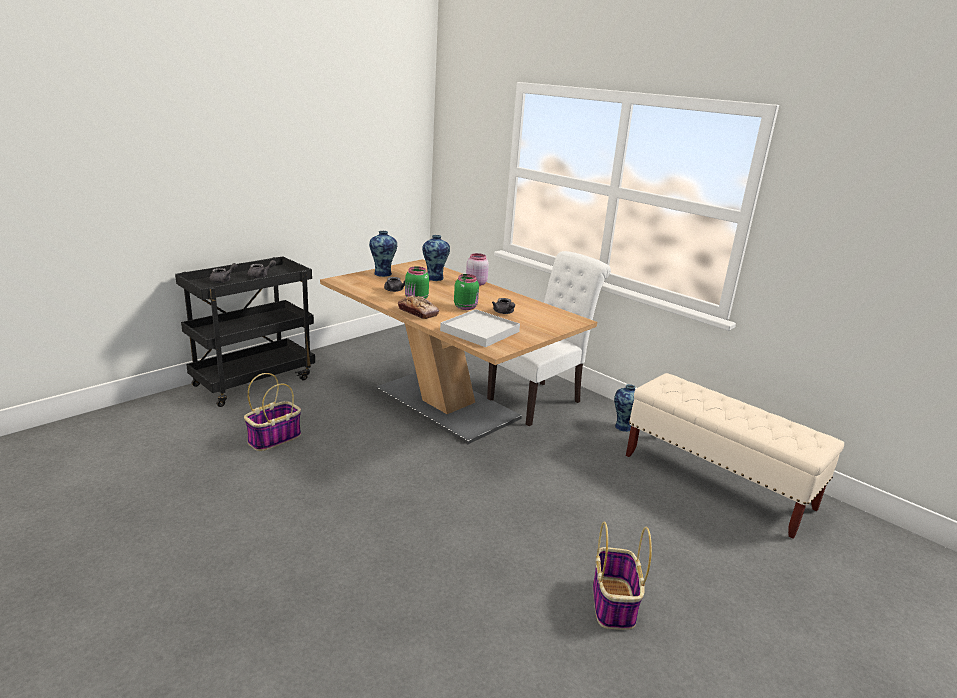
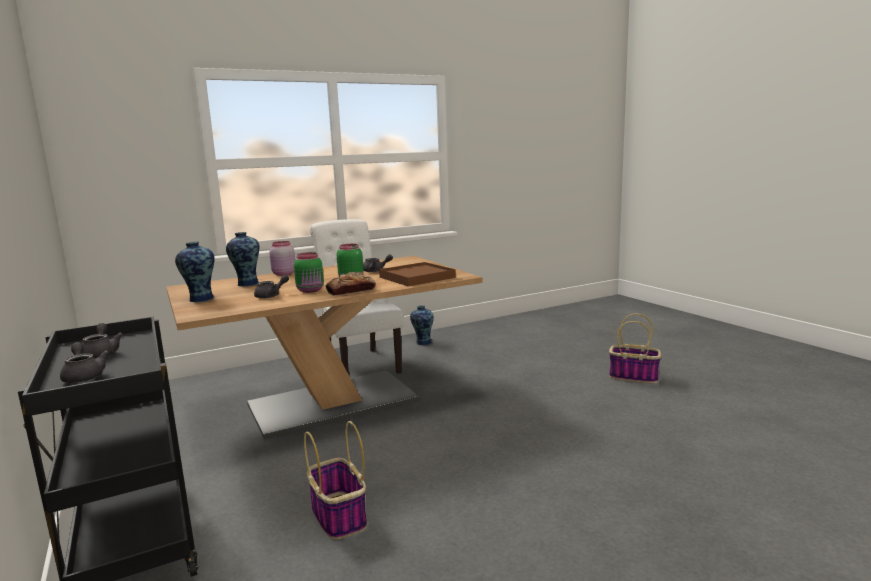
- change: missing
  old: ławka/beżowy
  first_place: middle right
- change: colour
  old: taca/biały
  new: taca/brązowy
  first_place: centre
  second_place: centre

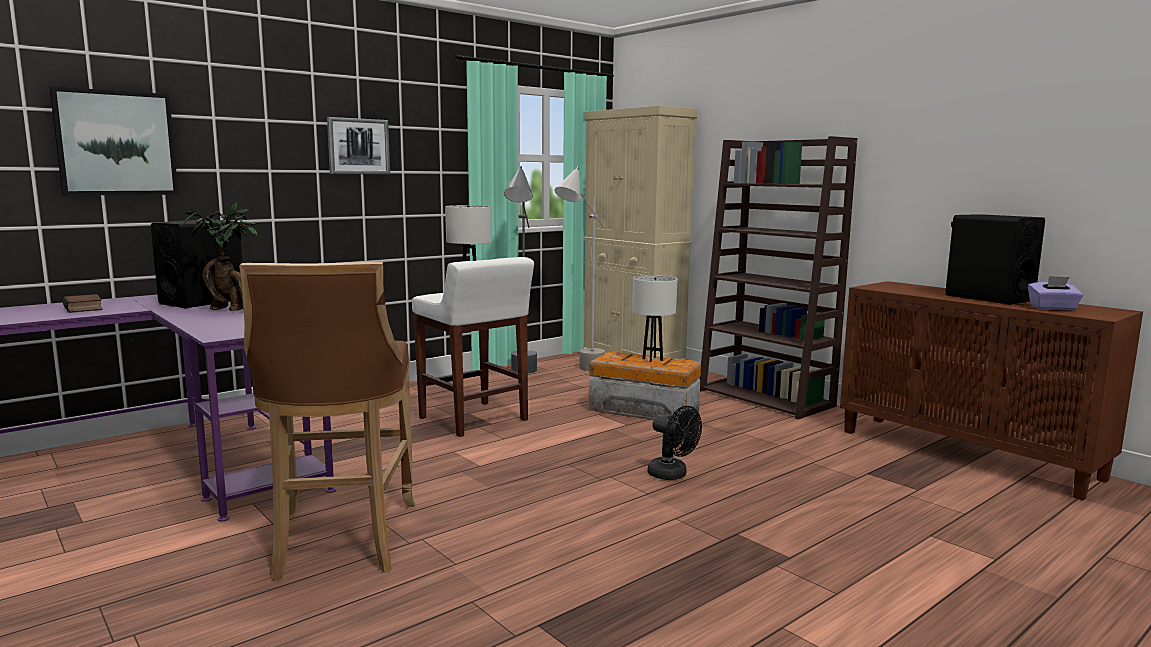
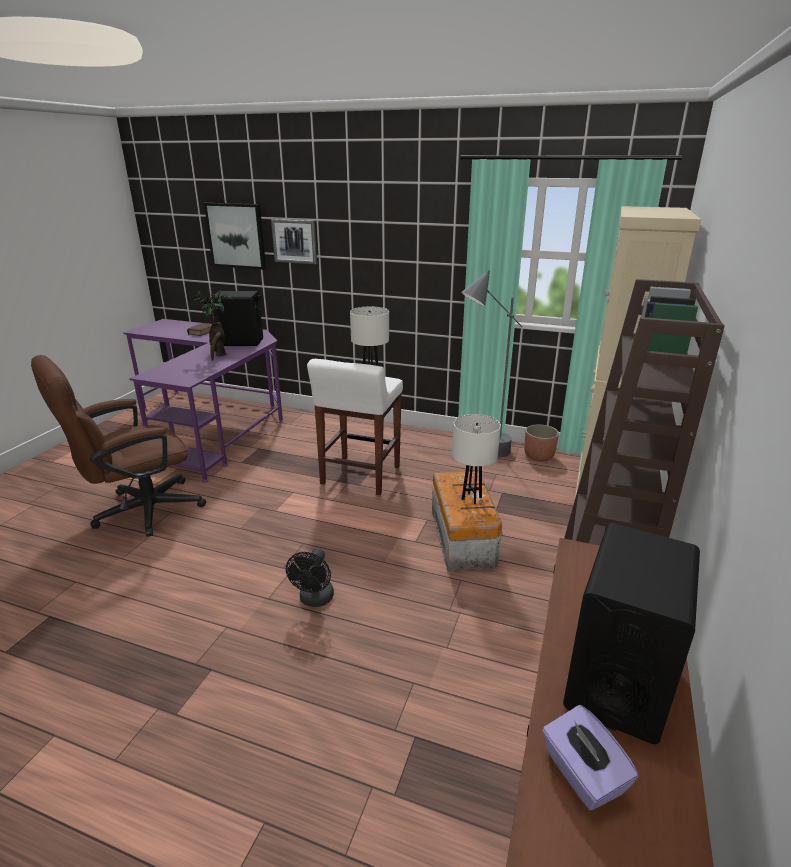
- change: missing
  old: lampa stojąca/szary (no. 2 from left)
  first_place: centre
- change: appeared
  new: donica
  second_place: middle right
- change: relocated
  old: obraz (no. 2 from left)
  first_place: top left
  second_place: top centre
- change: exchanged
  old: stołek/brązowy
  new: krzesło biurowe/brązowy
  first_place: middle left
  second_place: middle left

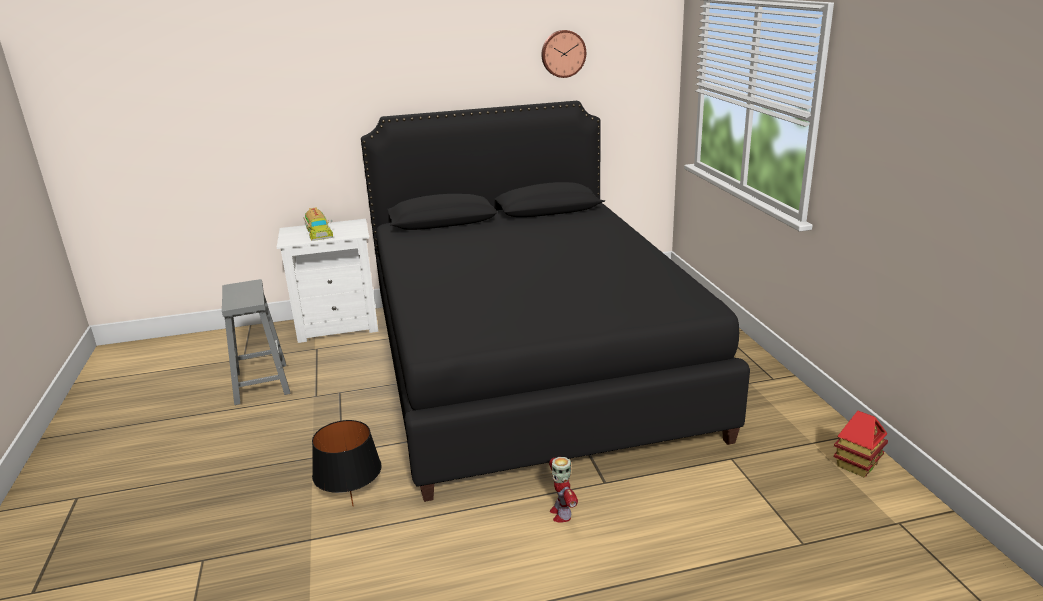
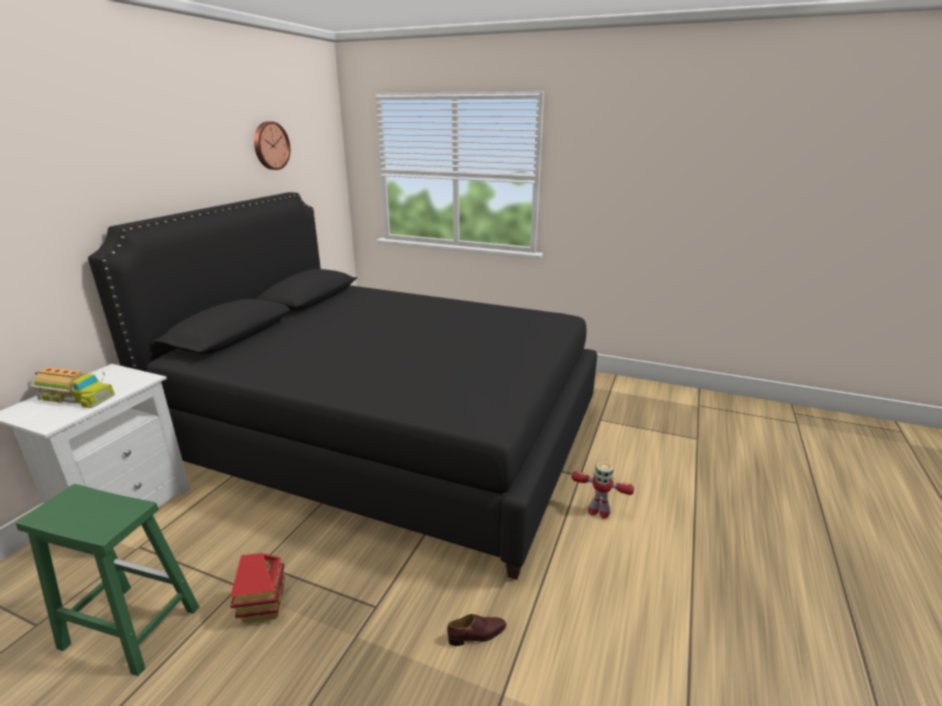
- change: relocated
  old: domek
  first_place: bottom right
  second_place: bottom left
- change: exchanged
  old: lampa stołowa/czarny
  new: but/brązowy
  first_place: bottom left
  second_place: bottom centre
- change: colour
  old: stołek/szary
  new: stołek/zielony
  first_place: middle left
  second_place: bottom left

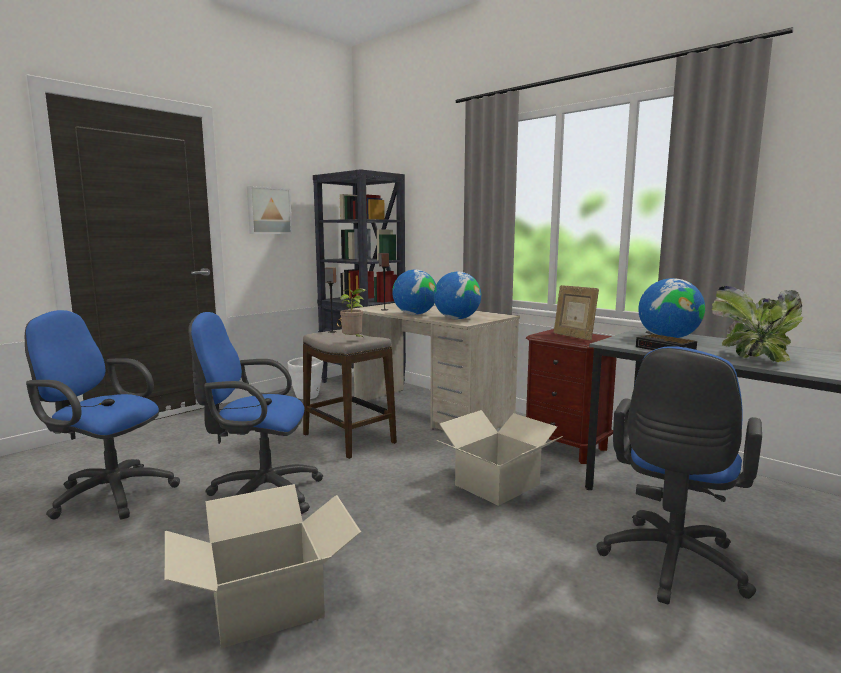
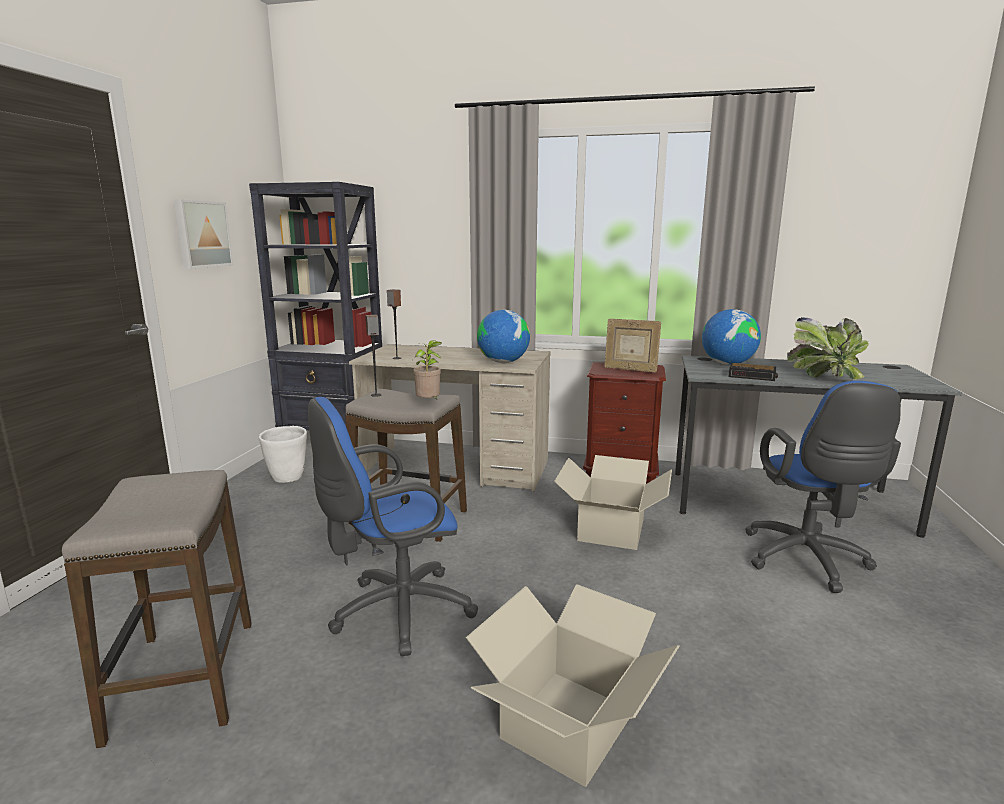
- change: missing
  old: globus (no. 1 from left)
  first_place: centre
- change: exchanged
  old: krzesło biurowe/niebieski (no. 1 from left)
  new: stołek (no. 1 from left)
  first_place: middle left
  second_place: bottom left

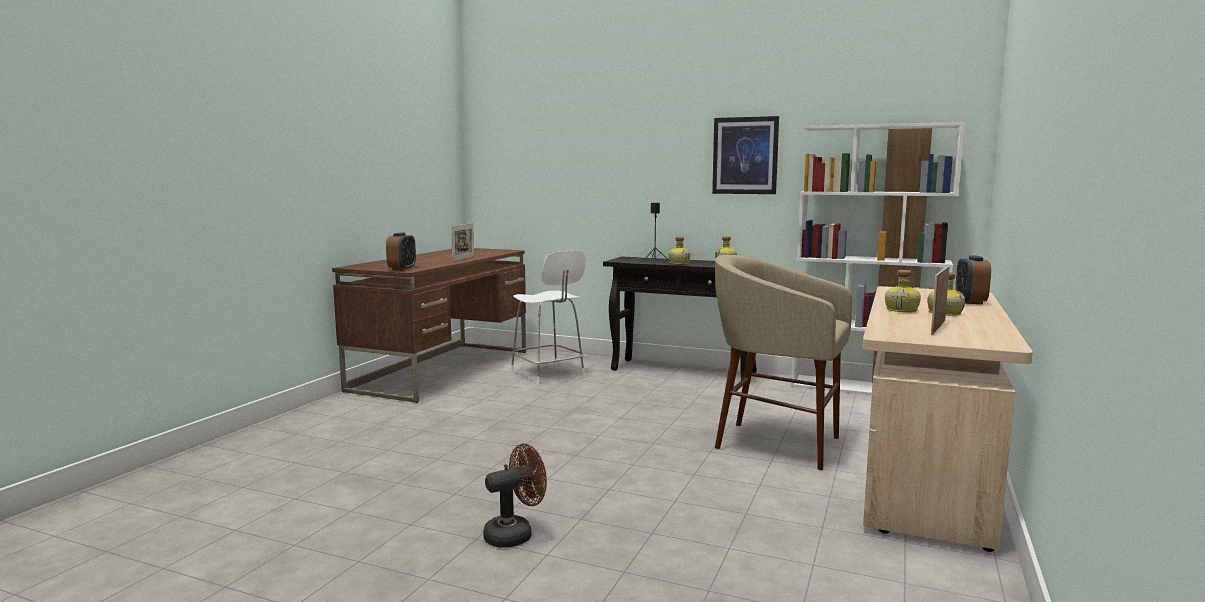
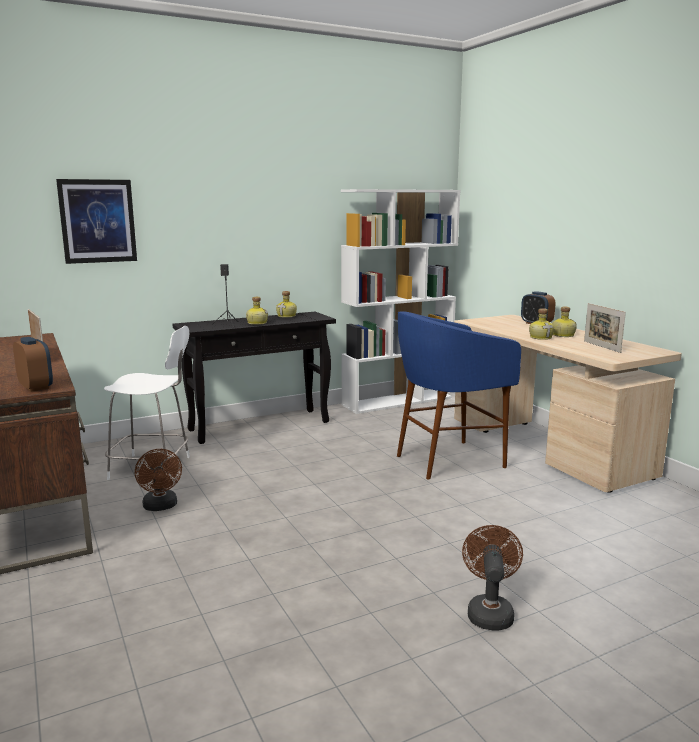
- change: appeared
  new: wentylator/brązowy (no. 1 from left)
  second_place: middle left
- change: relocated
  old: obraz
  first_place: top centre
  second_place: top left
- change: colour
  old: stołek/beżowy
  new: stołek/niebieski
  first_place: centre
  second_place: centre

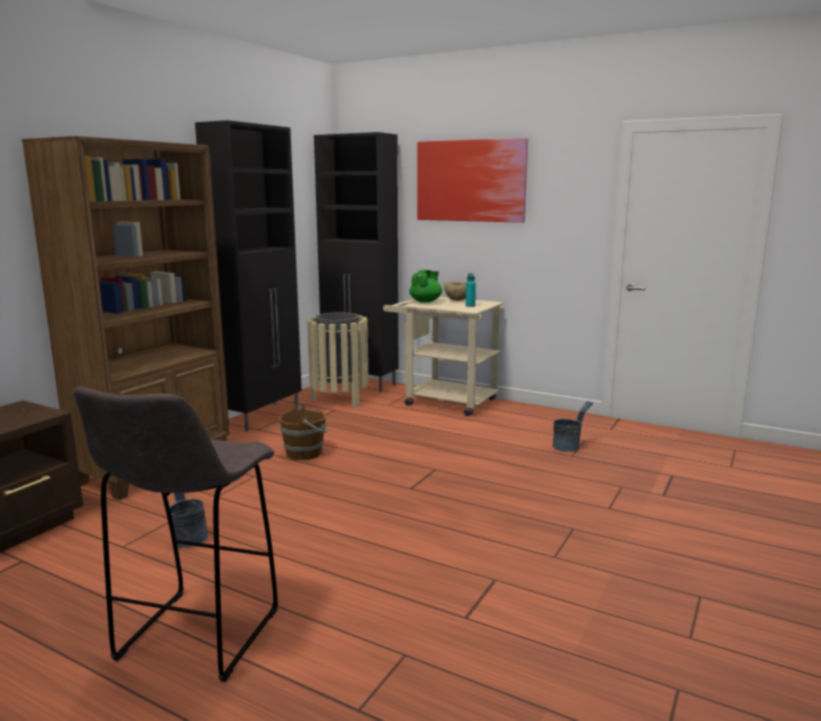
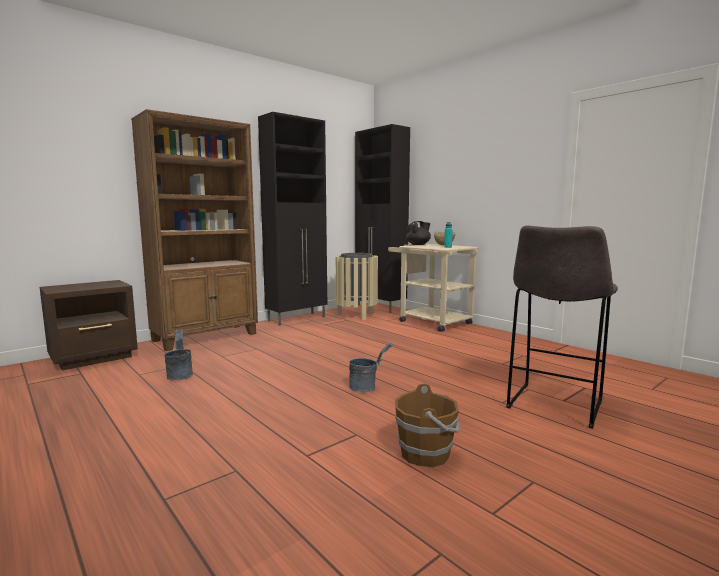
- change: missing
  old: obraz
  first_place: top centre
- change: relocated
  old: stołek/szary
  first_place: bottom left
  second_place: middle right
- change: relocated
  old: wiadro/brązowy
  first_place: centre
  second_place: bottom centre
- change: relocated
  old: wiadro/szary (no. 2 from left)
  first_place: middle right
  second_place: centre
- change: colour
  old: imbryk/zielony
  new: imbryk/czarny
  first_place: centre
  second_place: centre

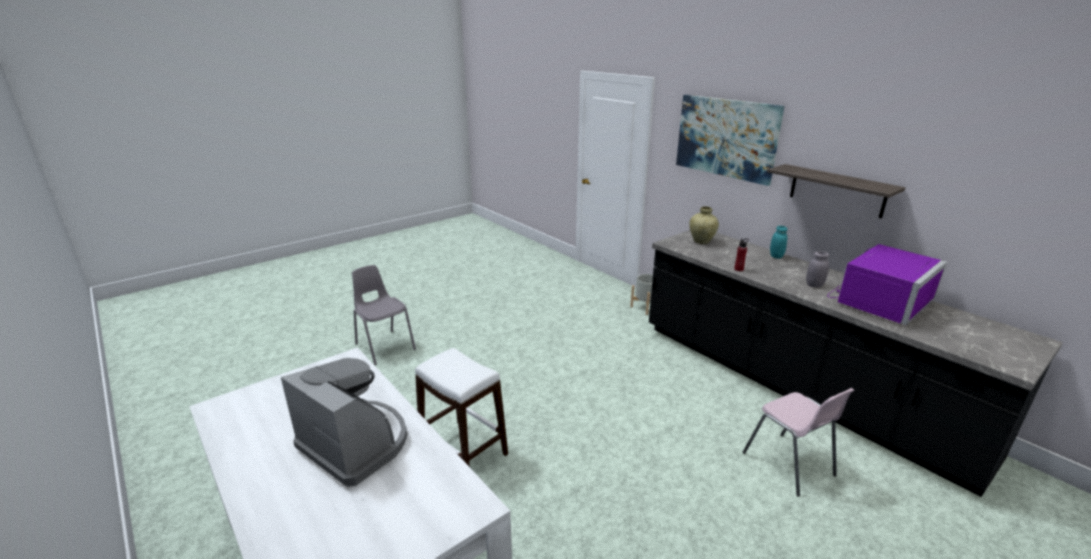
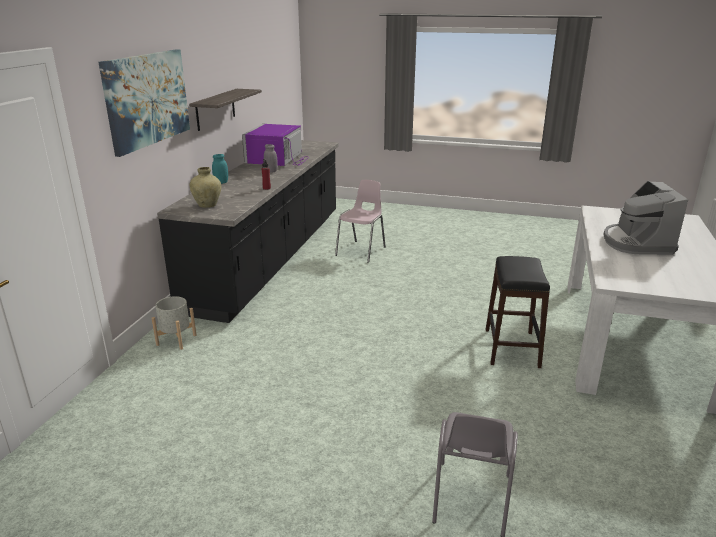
- change: colour
  old: stołek/biały
  new: stołek/czarny
  first_place: bottom centre
  second_place: middle right
- change: spun
  old: mikrofalówka/fioletowy
  first_place: middle right
  second_place: top centre
  degrees: -90

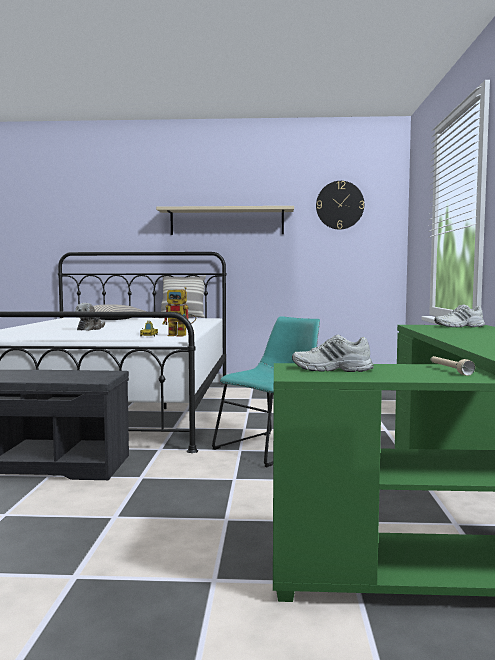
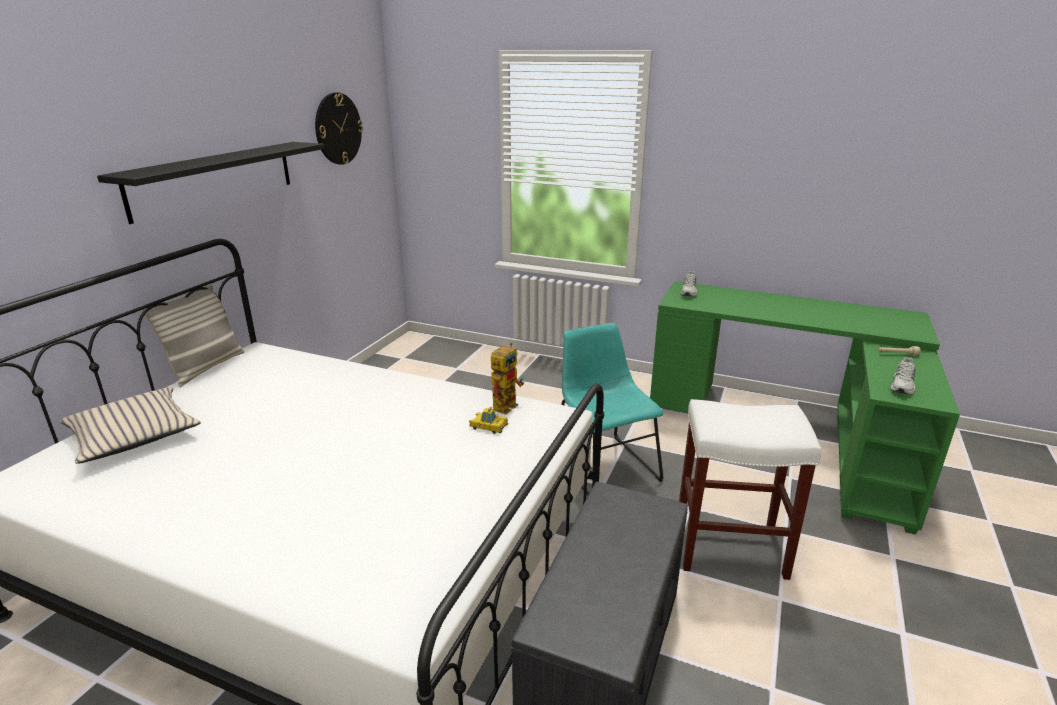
- change: missing
  old: pluszak
  first_place: middle left
- change: appeared
  new: stołek/biały
  second_place: bottom right
- change: colour
  old: półka/beżowy
  new: półka/czarny
  first_place: centre
  second_place: top left

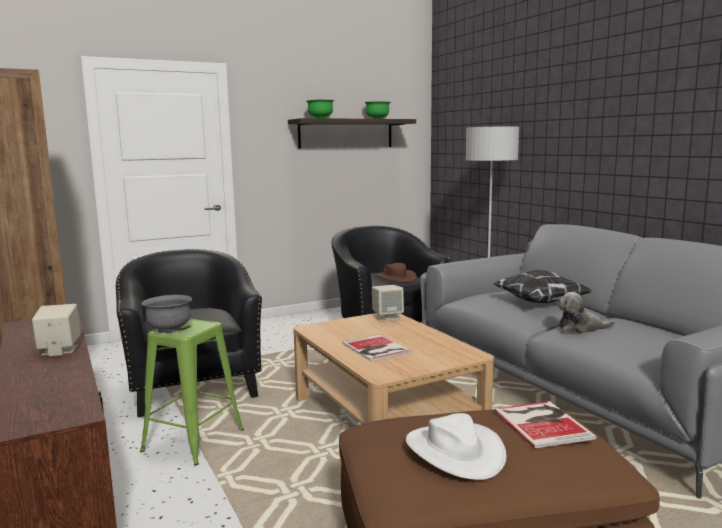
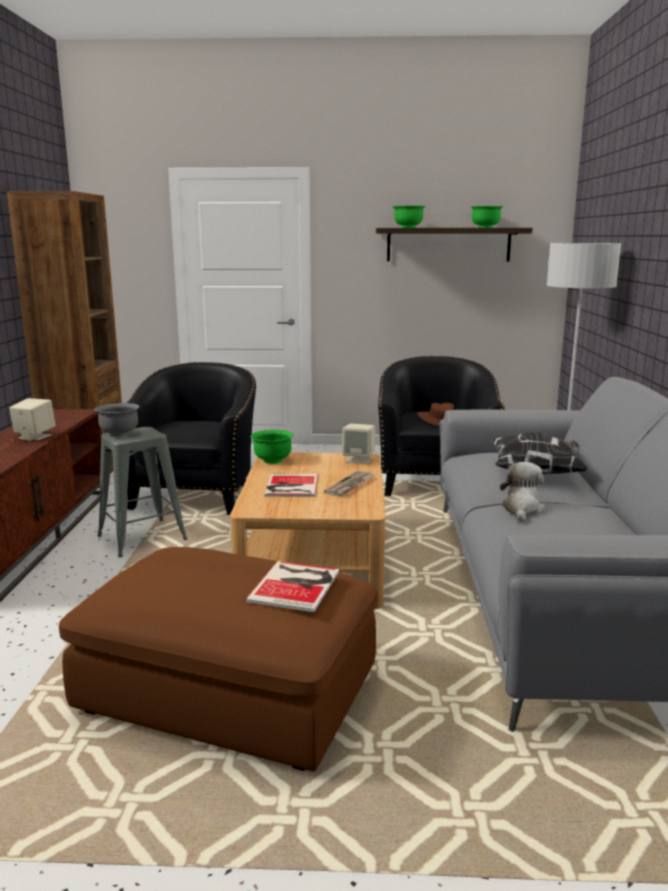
- change: missing
  old: kapelusz/biały
  first_place: bottom centre
- change: appeared
  new: miska/zielony (no. 1 from left)
  second_place: centre
- change: appeared
  new: gazeta
  second_place: centre
- change: colour
  old: stołek/zielony
  new: stołek/szary
  first_place: bottom left
  second_place: middle left
- change: spun
  old: pluszak
  first_place: middle right
  second_place: middle right
  degrees: 75

